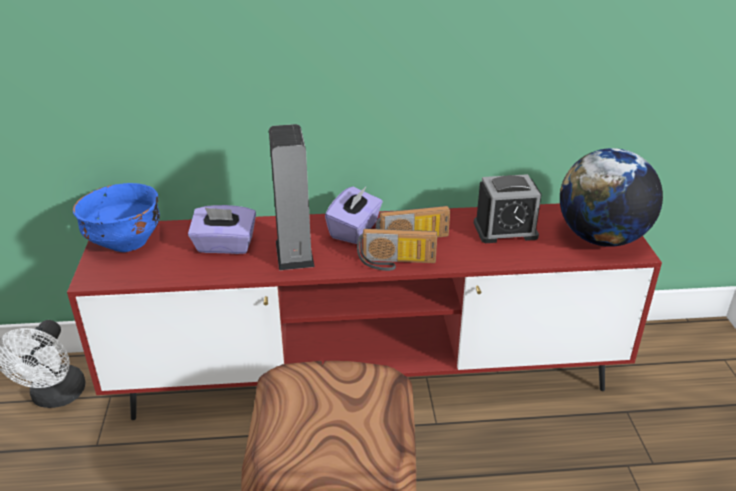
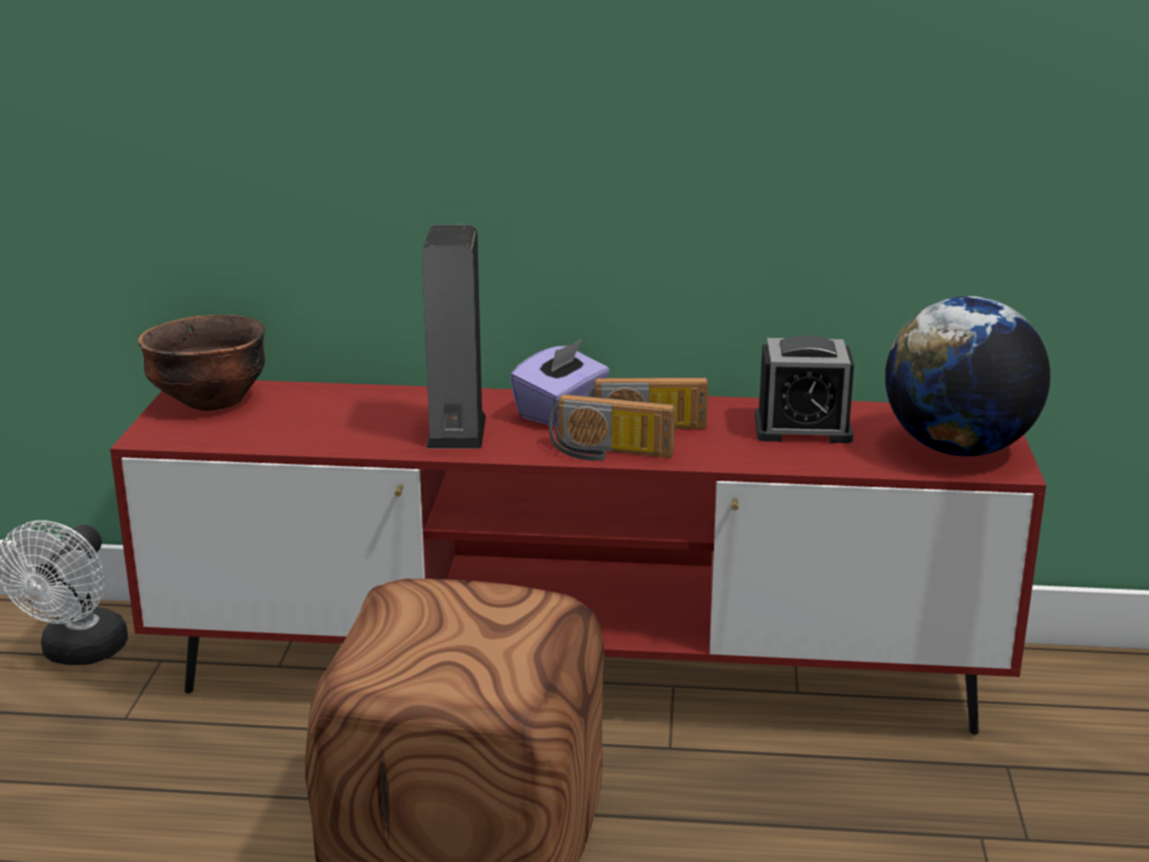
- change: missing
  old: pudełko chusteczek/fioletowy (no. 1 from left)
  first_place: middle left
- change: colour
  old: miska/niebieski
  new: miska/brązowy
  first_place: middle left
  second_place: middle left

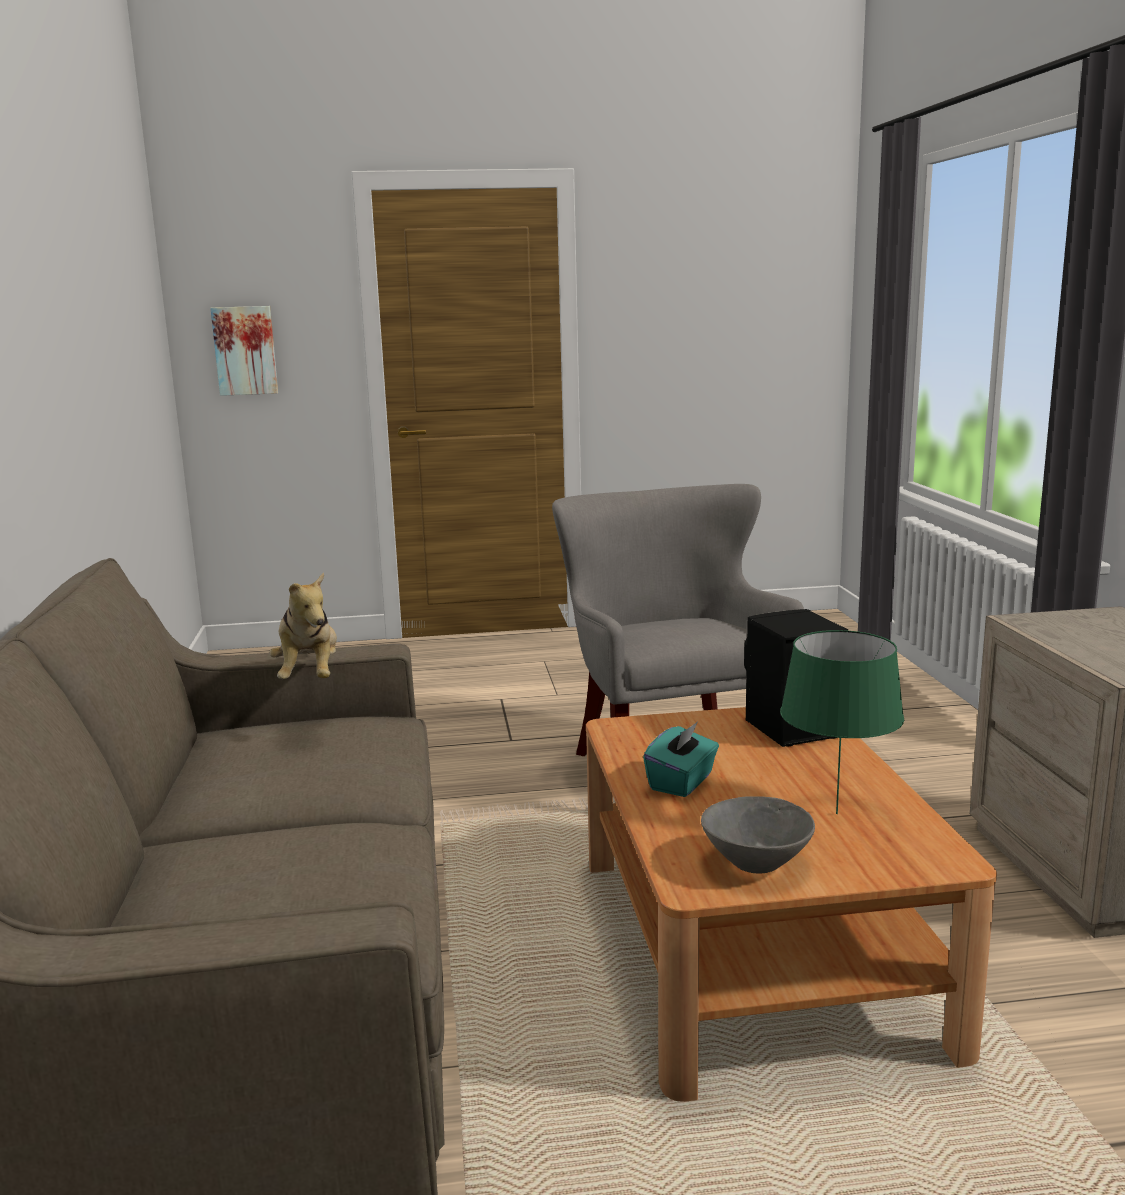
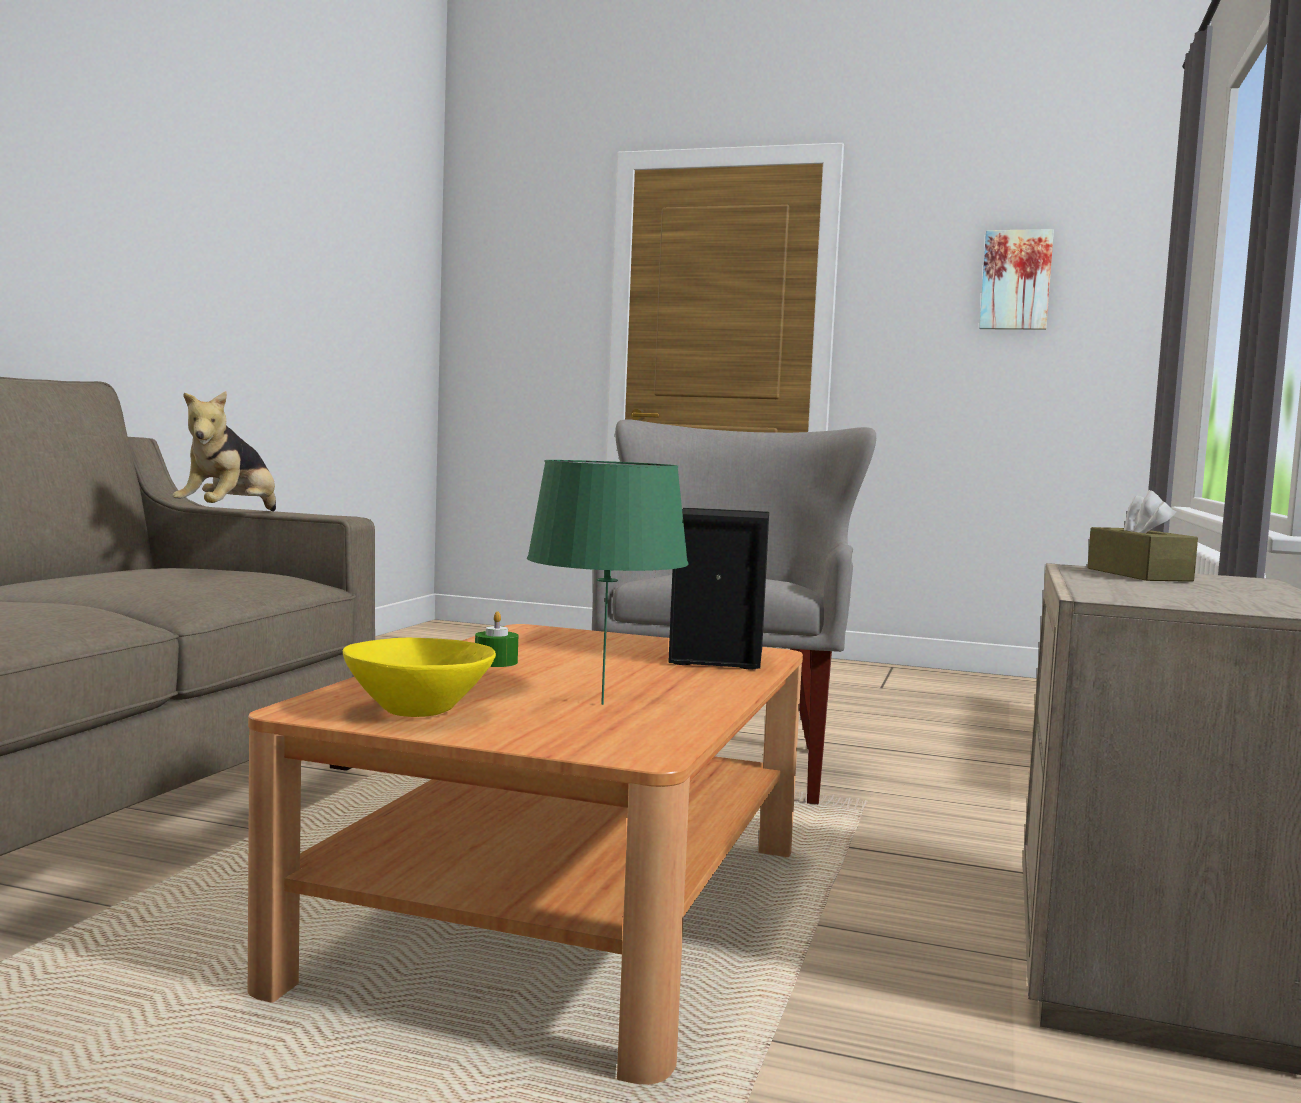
- change: appeared
  new: pudełko chusteczek/brązowy
  second_place: middle right
- change: relocated
  old: obraz
  first_place: top left
  second_place: top right
- change: exchanged
  old: pudełko chusteczek/turkusowy
  new: świeca/zielony
  first_place: centre
  second_place: centre
- change: colour
  old: miska/szary
  new: miska/żółty
  first_place: bottom right
  second_place: middle left

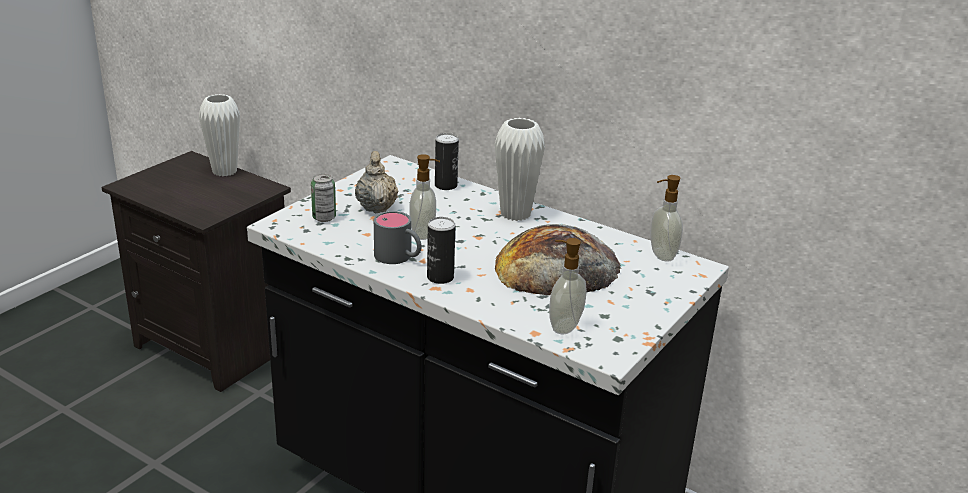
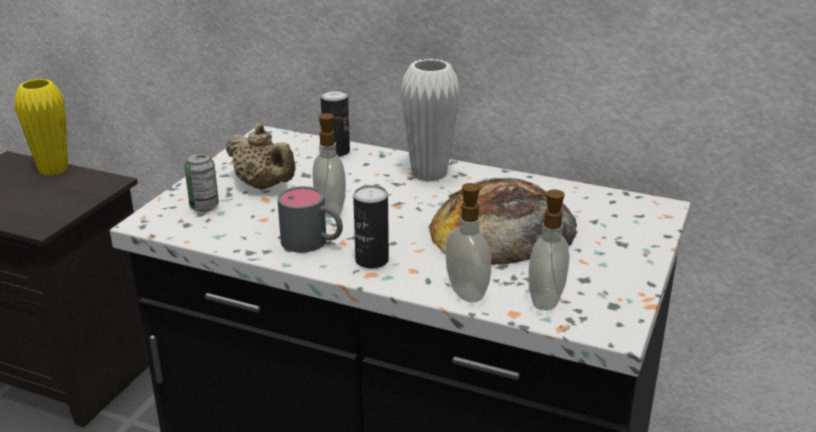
- change: relocated
  old: dozownik mydła (no. 3 from left in the first image)
  new: dozownik mydła (no. 2 from left)
  first_place: middle right
  second_place: centre
- change: colour
  old: wazon/biały (no. 1 from left)
  new: wazon/żółty
  first_place: top left
  second_place: top left
- change: spun
  old: imbryk/beżowy
  first_place: centre
  second_place: middle left
  degrees: 150

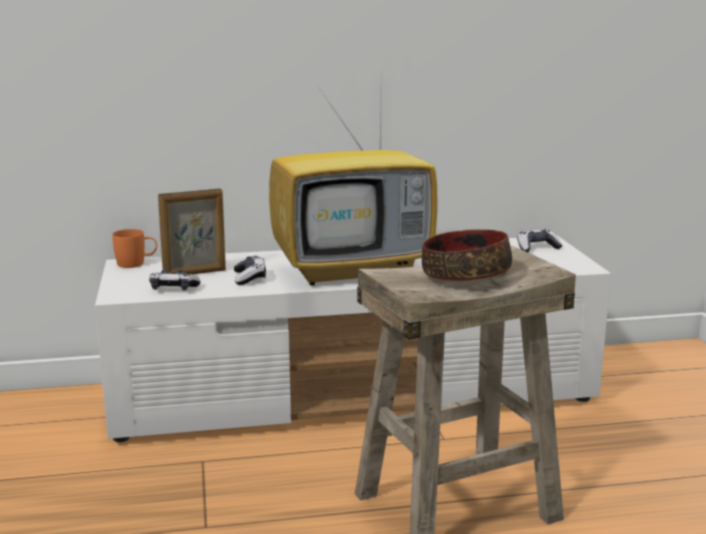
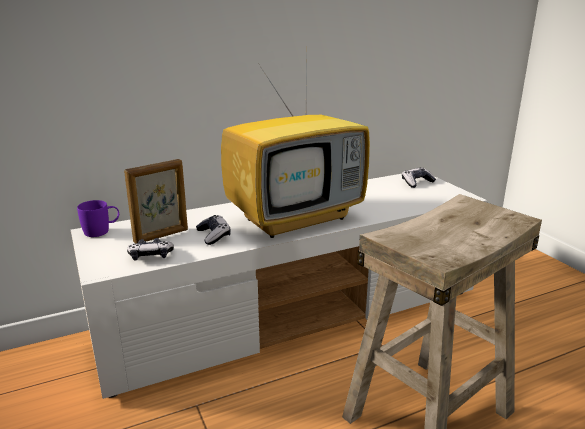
- change: missing
  old: miska
  first_place: centre
- change: colour
  old: kubek/pomarańczowy
  new: kubek/fioletowy
  first_place: middle left
  second_place: middle left

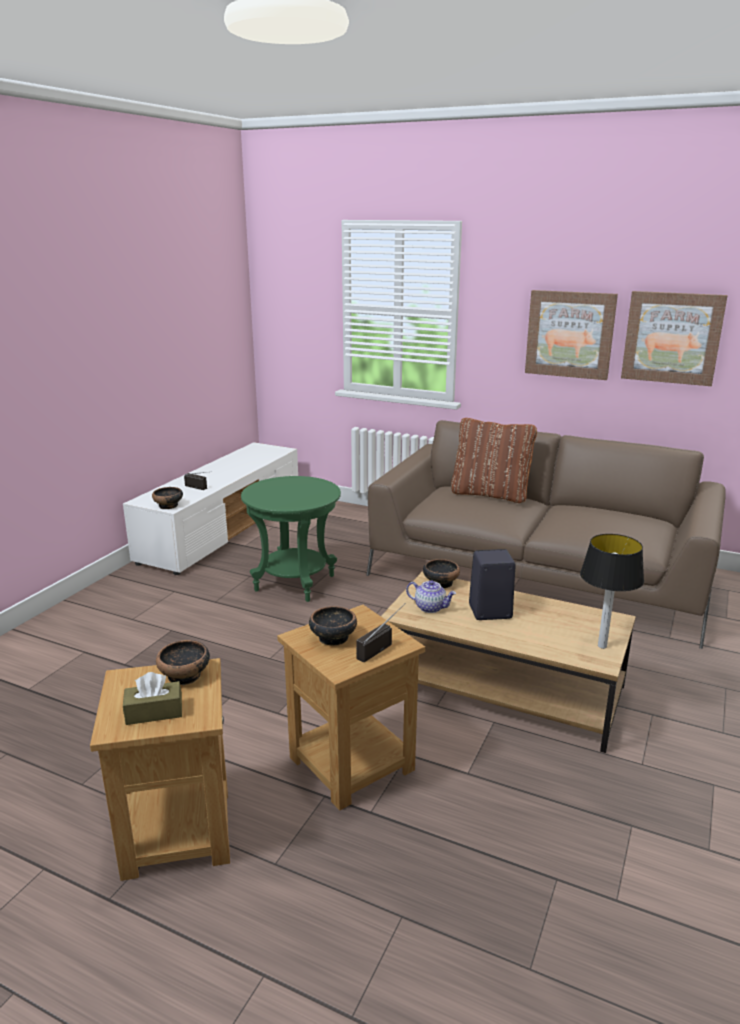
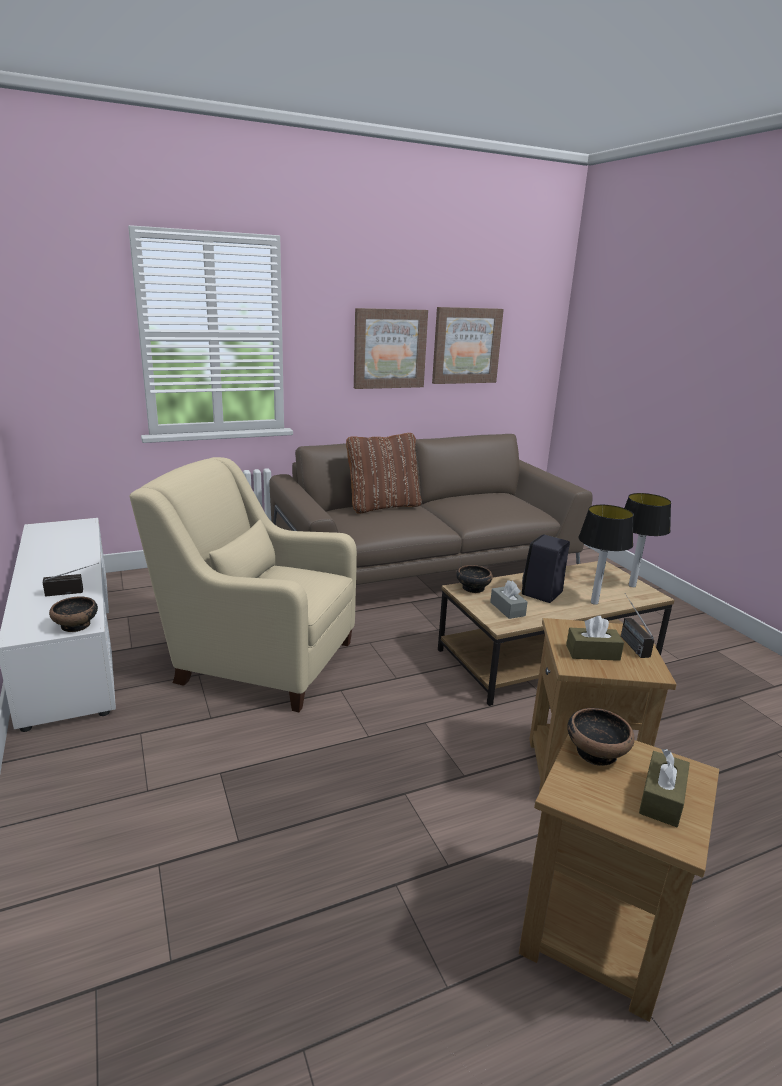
- change: appeared
  new: lampa stołowa (no. 1 from left)
  second_place: middle right
- change: exchanged
  old: stolik/zielony
  new: fotel/beżowy
  first_place: centre
  second_place: middle left
- change: exchanged
  old: miska (no. 3 from left)
  new: pudełko chusteczek/brązowy (no. 1 from left)
  first_place: centre
  second_place: middle right
- change: exchanged
  old: imbryk
  new: pudełko chusteczek/szary
  first_place: centre
  second_place: centre

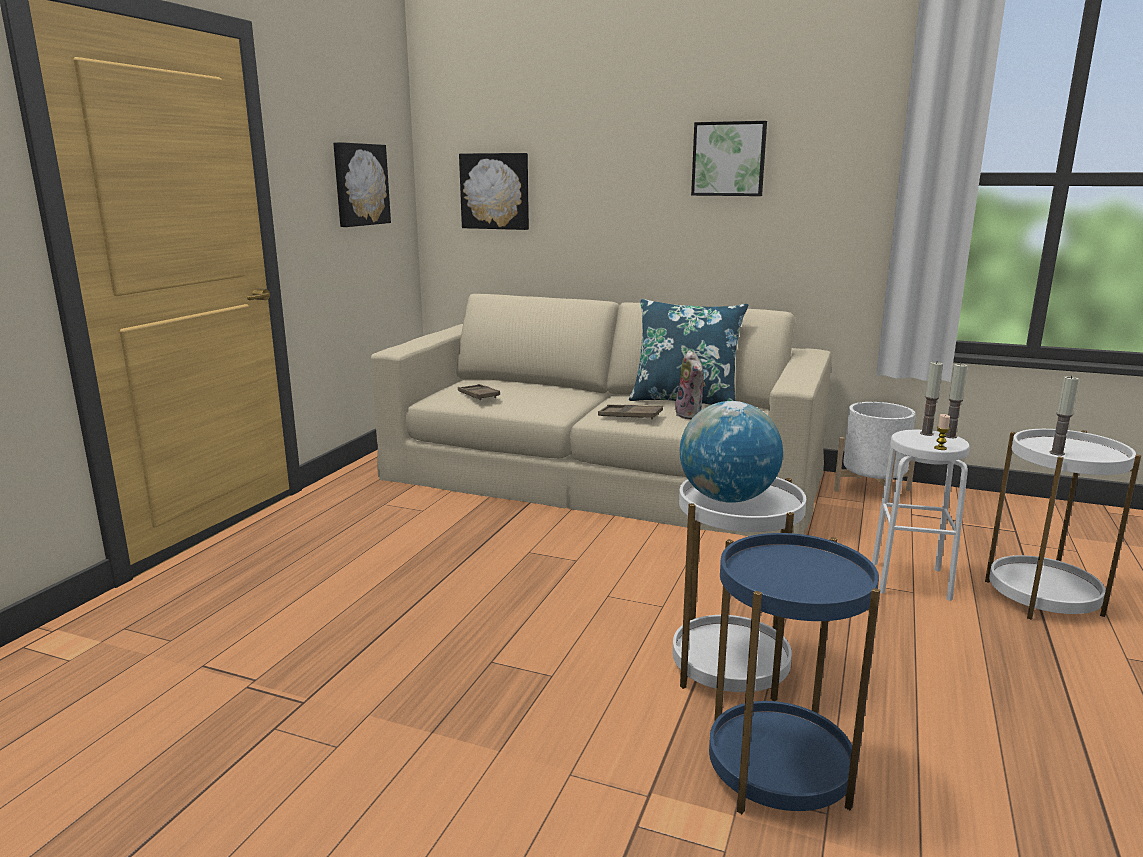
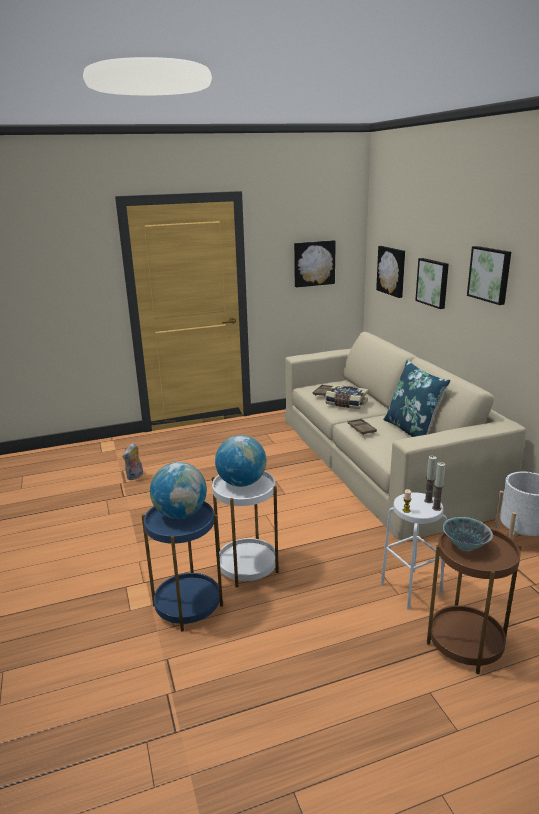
- change: appeared
  new: globus (no. 1 from left)
  second_place: middle left
- change: appeared
  new: książka
  second_place: centre
- change: appeared
  new: obraz (no. 3 from left)
  second_place: middle right
- change: relocated
  old: pluszak
  first_place: centre
  second_place: middle left
- change: exchanged
  old: świeca (no. 4 from left)
  new: miska
  first_place: middle right
  second_place: middle right
- change: colour
  old: stolik/biały (no. 2 from left)
  new: stolik/brązowy
  first_place: middle right
  second_place: bottom right

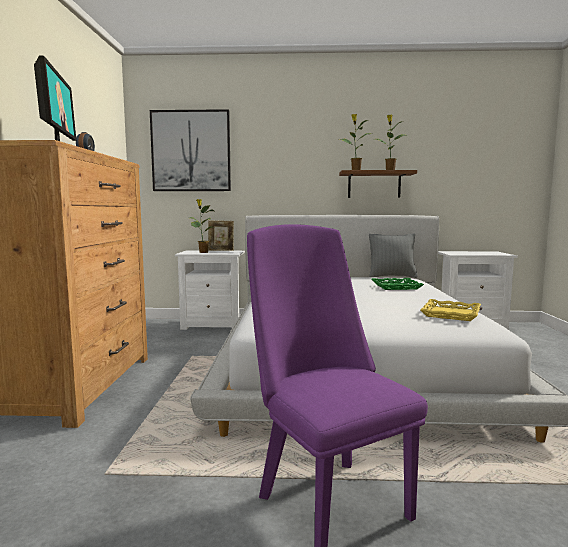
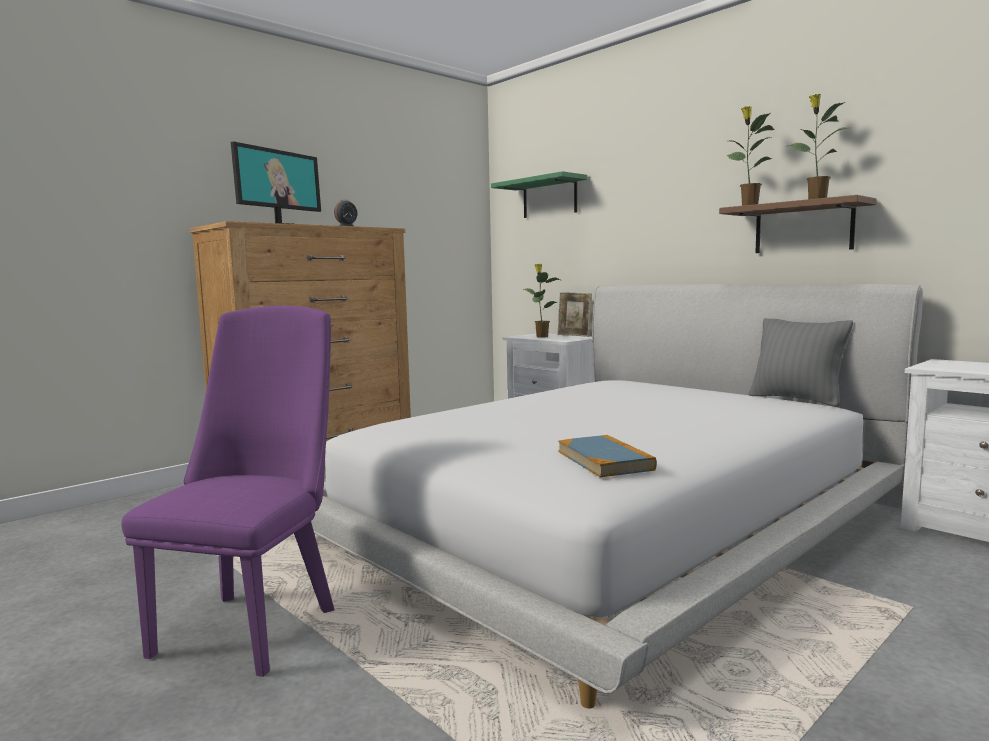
- change: missing
  old: taca/zielony
  first_place: middle right
- change: exchanged
  old: obraz
  new: półka/zielony
  first_place: top centre
  second_place: top centre
- change: exchanged
  old: taca/żółty
  new: książka
  first_place: middle right
  second_place: centre

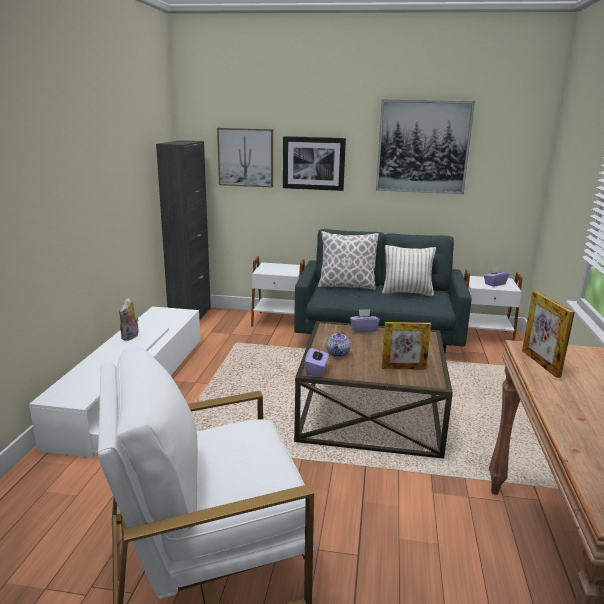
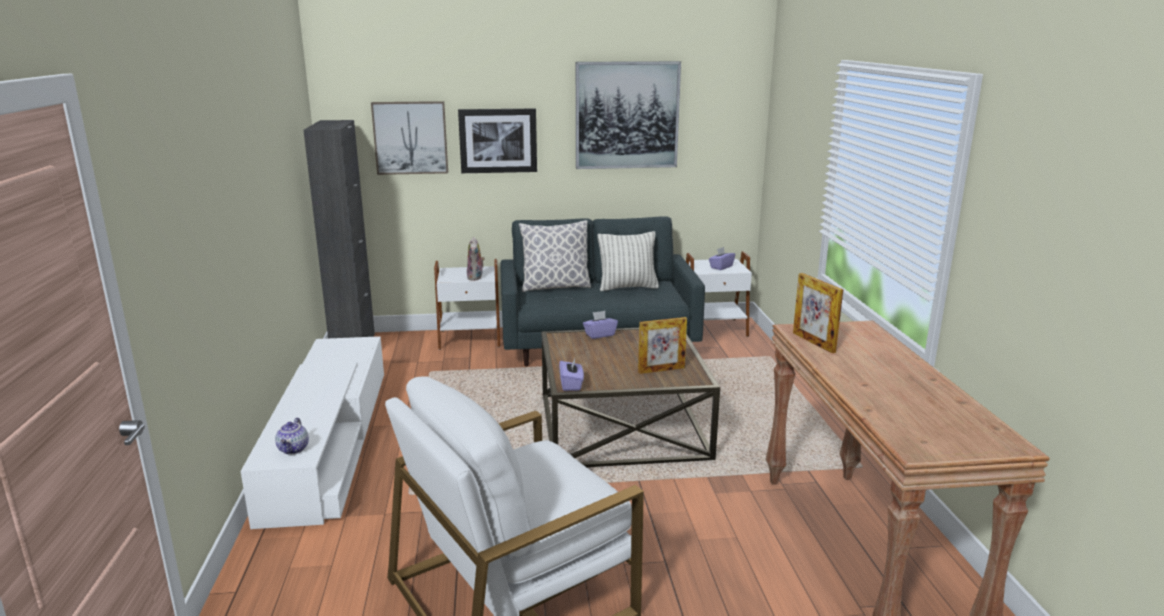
- change: relocated
  old: pluszak
  first_place: middle left
  second_place: centre
- change: relocated
  old: imbryk
  first_place: centre
  second_place: bottom left

